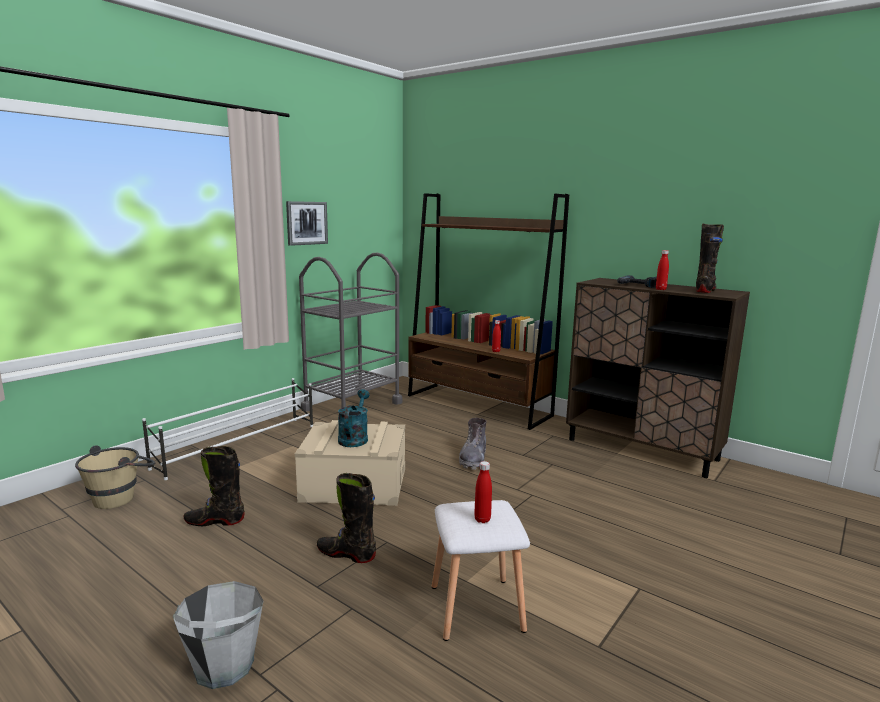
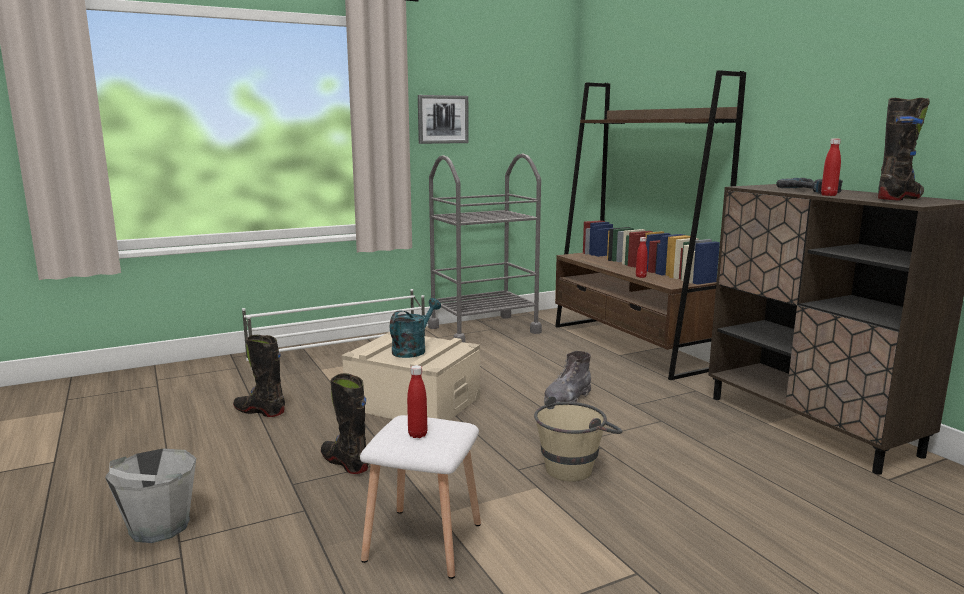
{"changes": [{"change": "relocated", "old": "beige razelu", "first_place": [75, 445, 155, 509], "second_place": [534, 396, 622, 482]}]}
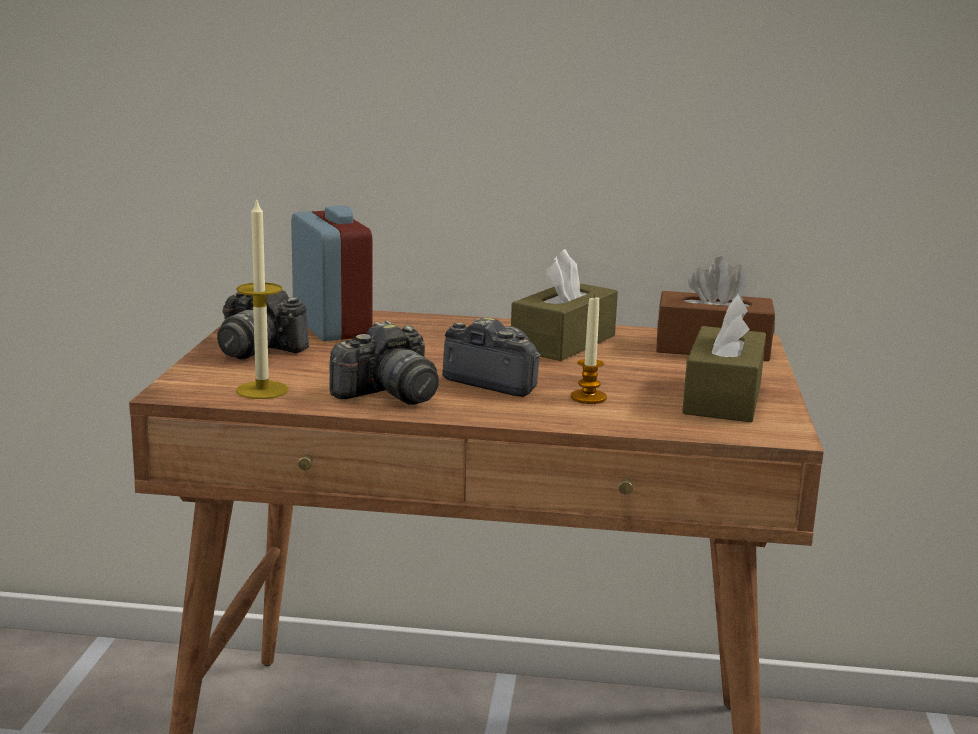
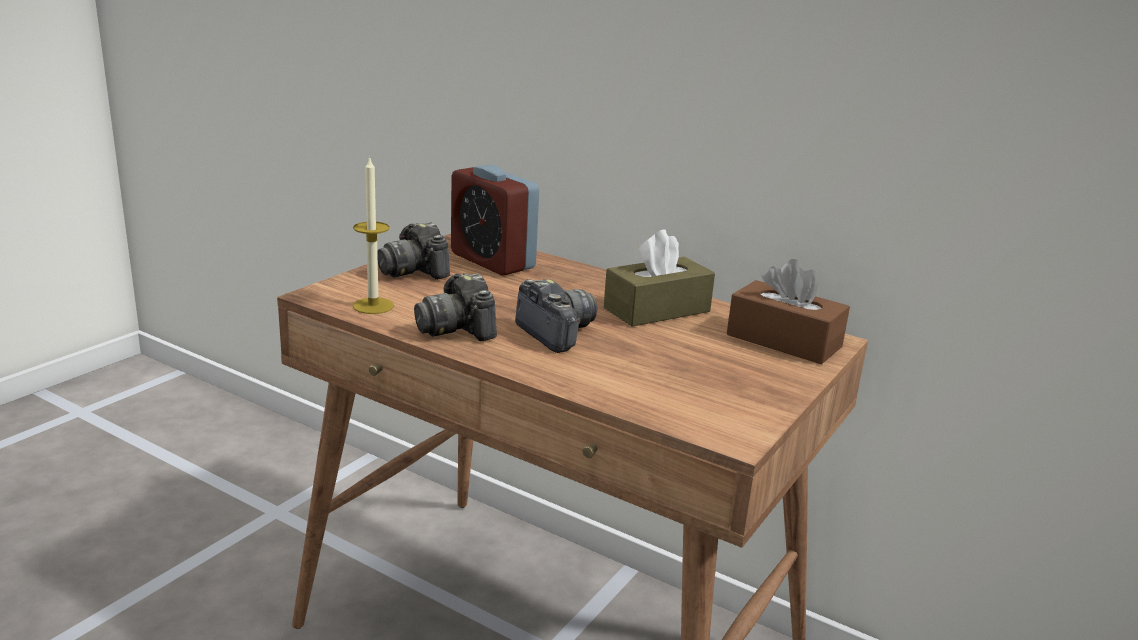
{"changes": [{"change": "spun", "old": "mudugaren", "first_place": [291, 206, 373, 341], "second_place": [451, 165, 539, 276], "degrees": 135}, {"change": "missing", "old": "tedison", "first_place": [571, 294, 607, 404]}, {"change": "missing", "old": "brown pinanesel", "first_place": [682, 294, 766, 422]}, {"change": "spun", "old": "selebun", "first_place": [329, 320, 439, 405], "second_place": [414, 273, 497, 341], "degrees": 75}]}
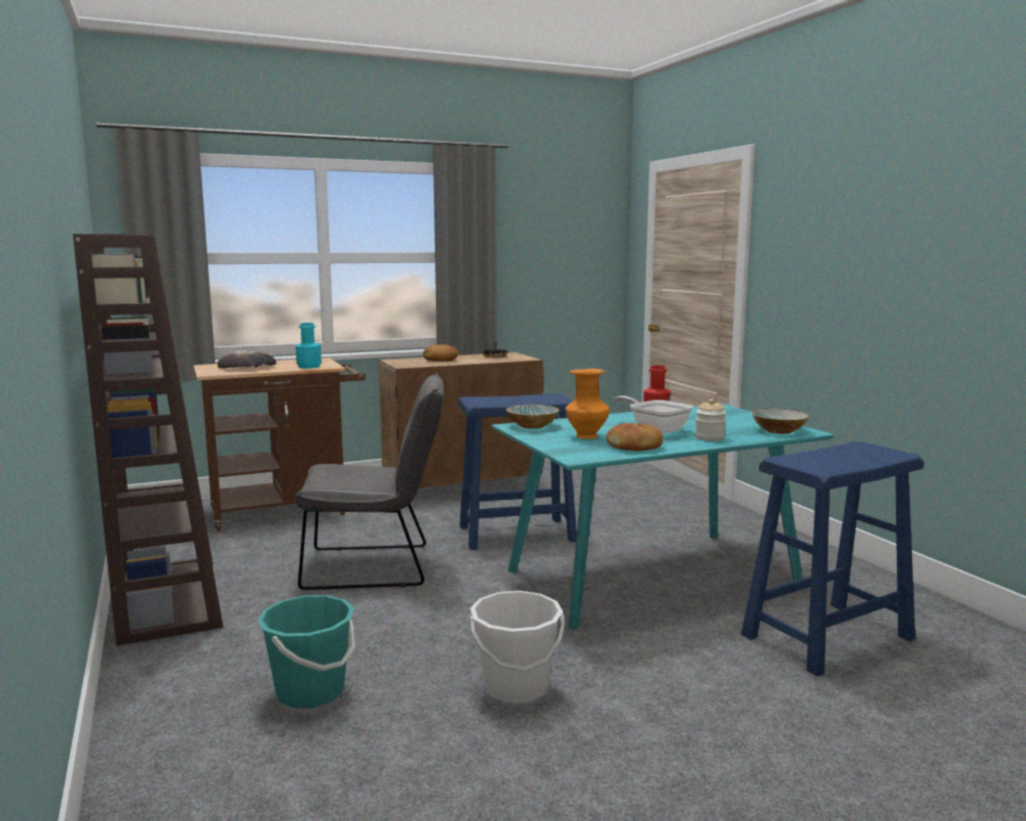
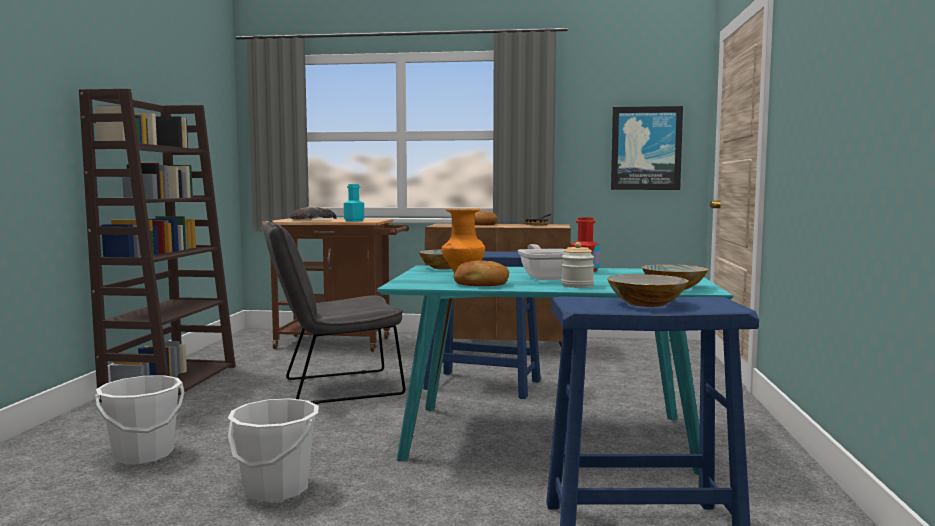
{"changes": [{"change": "spun", "old": "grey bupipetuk", "first_place": [294, 373, 444, 590], "second_place": [263, 221, 405, 404], "degrees": 135}, {"change": "colour", "old": "turquoise razelu", "new": "white razelu", "first_place": [258, 595, 355, 709], "second_place": [95, 375, 185, 465]}, {"change": "appeared", "new": "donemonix", "second_place": [611, 106, 683, 190]}, {"change": "appeared", "new": "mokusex", "second_place": [607, 274, 689, 307]}]}
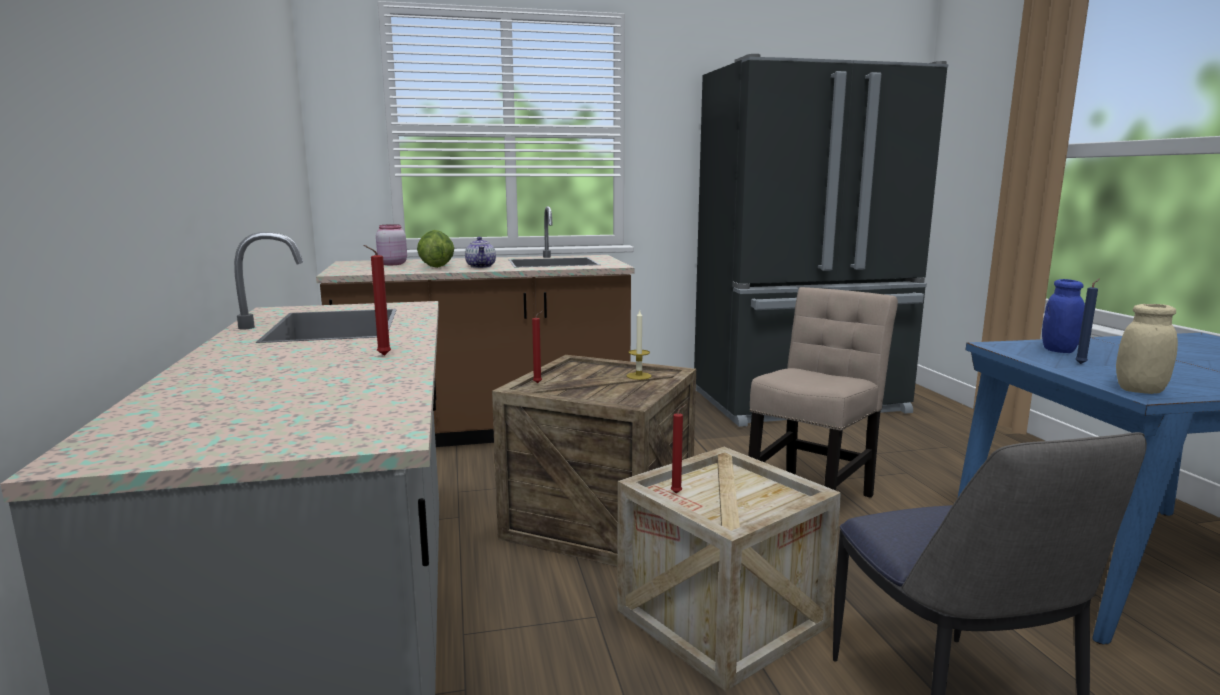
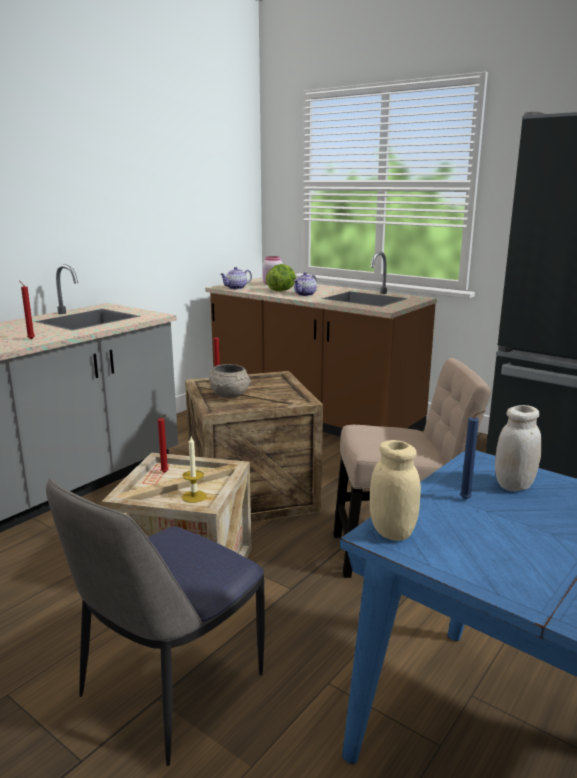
{"changes": [{"change": "colour", "old": "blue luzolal", "new": "white luzolal", "first_place": [1042, 279, 1085, 353], "second_place": [495, 405, 542, 491]}, {"change": "relocated", "old": "tedison", "first_place": [626, 310, 652, 380], "second_place": [182, 437, 207, 503]}, {"change": "appeared", "new": "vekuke", "second_place": [220, 267, 252, 289]}, {"change": "appeared", "new": "grey mokusex", "second_place": [209, 364, 251, 398]}]}
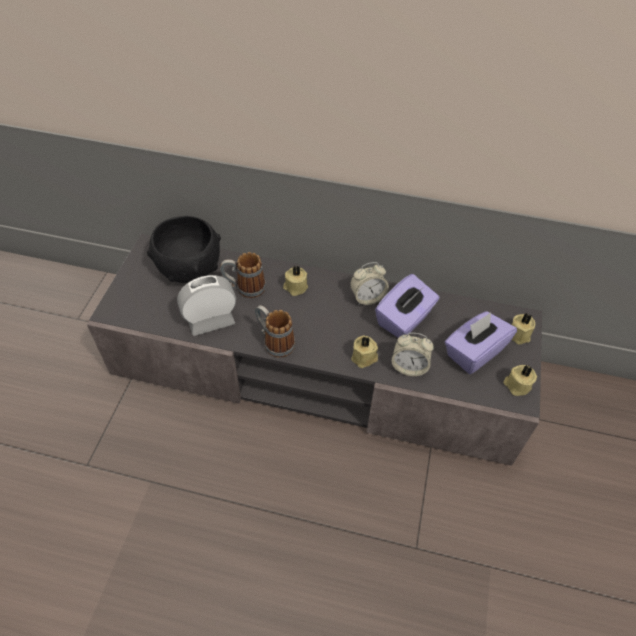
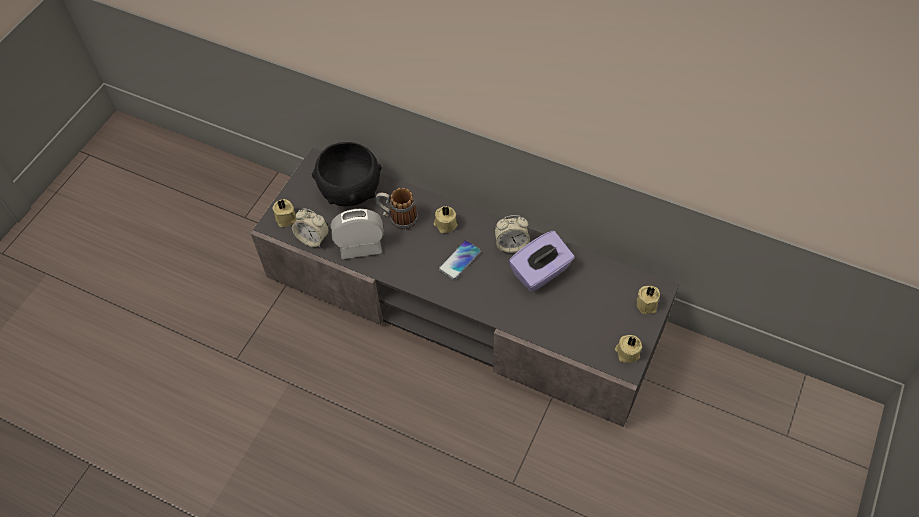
{"changes": [{"change": "missing", "old": "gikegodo", "first_place": [255, 305, 295, 358]}, {"change": "missing", "old": "purple pinanesel", "first_place": [445, 311, 517, 374]}, {"change": "relocated", "old": "mudugaren", "first_place": [392, 333, 434, 376], "second_place": [292, 208, 329, 247]}, {"change": "relocated", "old": "beige tedison", "first_place": [351, 335, 378, 368], "second_place": [272, 199, 297, 227]}, {"change": "appeared", "new": "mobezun", "second_place": [439, 240, 481, 280]}]}
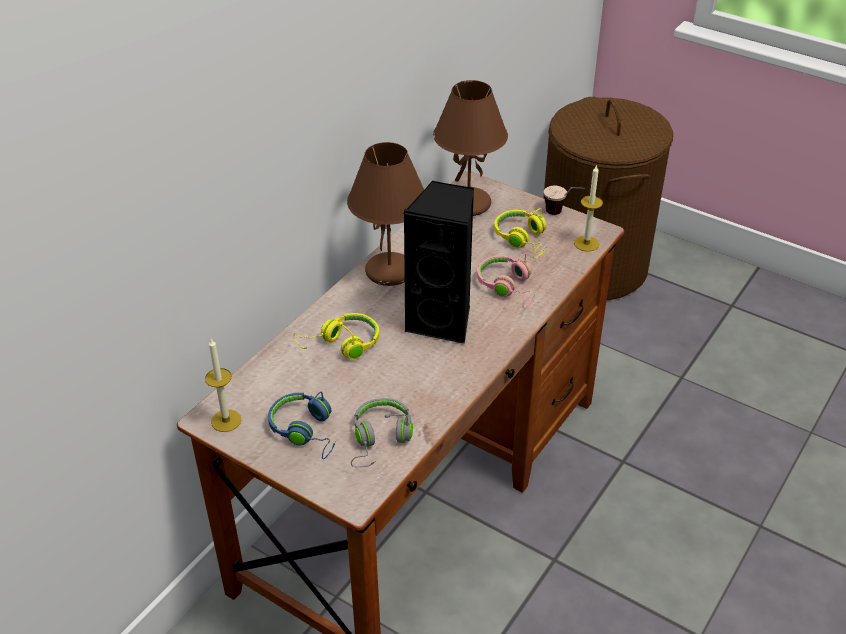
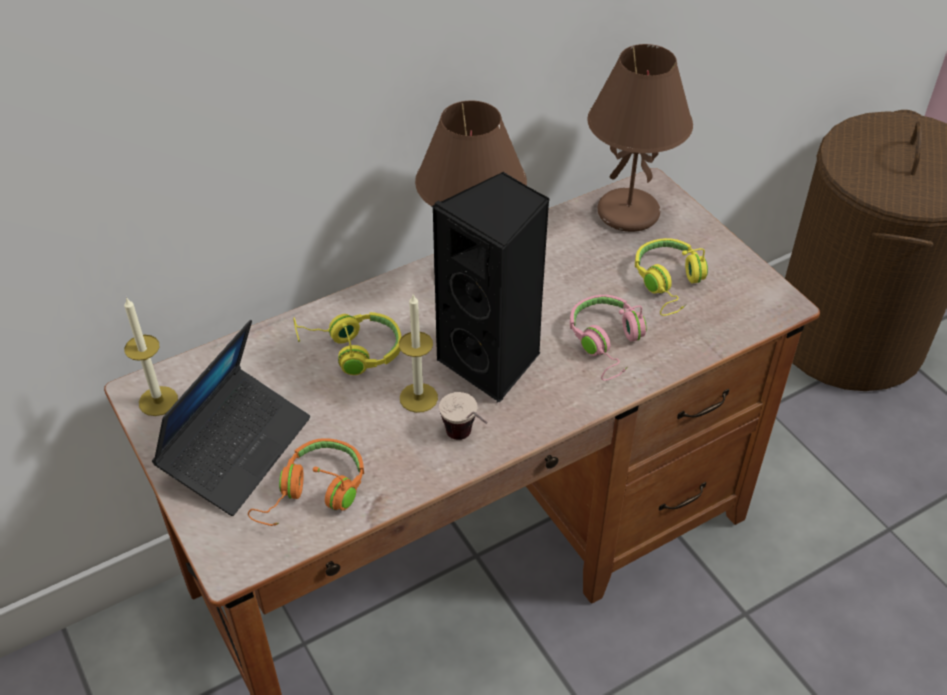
{"changes": [{"change": "relocated", "old": "tedison", "first_place": [574, 164, 603, 252], "second_place": [399, 294, 438, 413]}, {"change": "relocated", "old": "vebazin", "first_place": [544, 186, 585, 215], "second_place": [439, 392, 487, 440]}, {"change": "exchanged", "old": "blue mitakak", "new": "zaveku", "first_place": [268, 391, 336, 459], "second_place": [152, 320, 310, 516]}, {"change": "colour", "old": "grey mitakak", "new": "orange mitakak", "first_place": [351, 398, 413, 467], "second_place": [248, 438, 364, 526]}]}
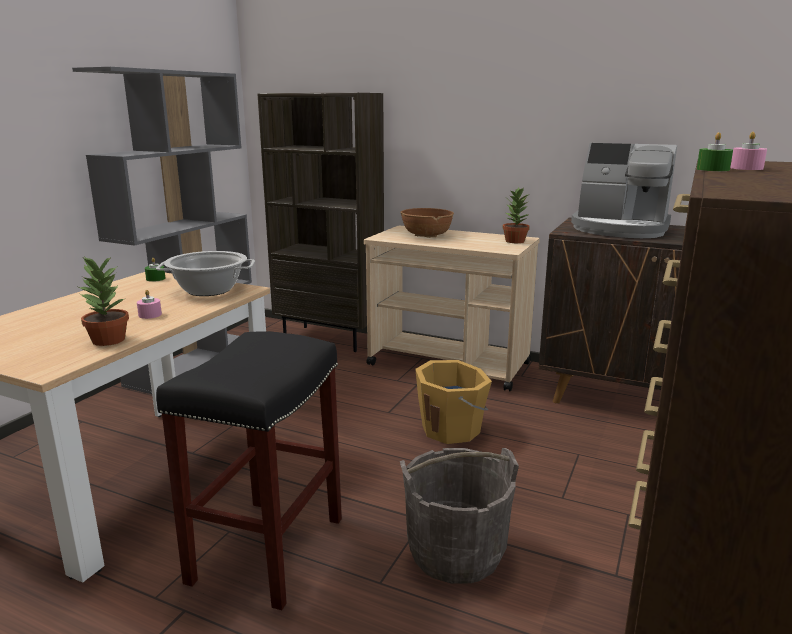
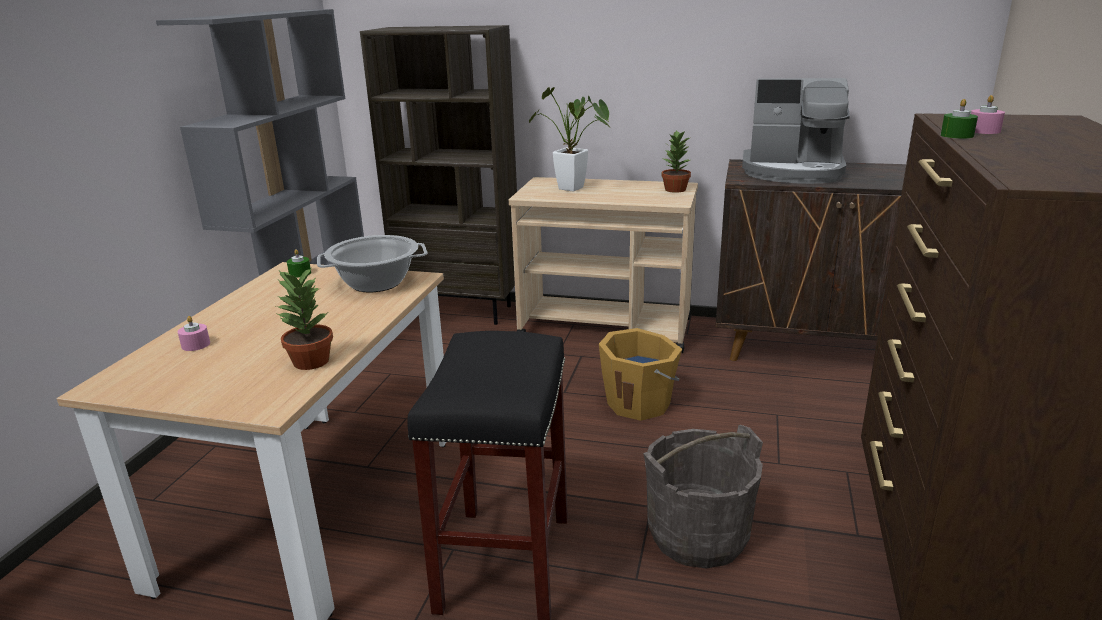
{"changes": [{"change": "exchanged", "old": "brown mokusex", "new": "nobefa", "first_place": [400, 208, 454, 238], "second_place": [529, 87, 610, 192]}, {"change": "relocated", "old": "pink tedison", "first_place": [137, 290, 162, 319], "second_place": [178, 316, 210, 351]}]}
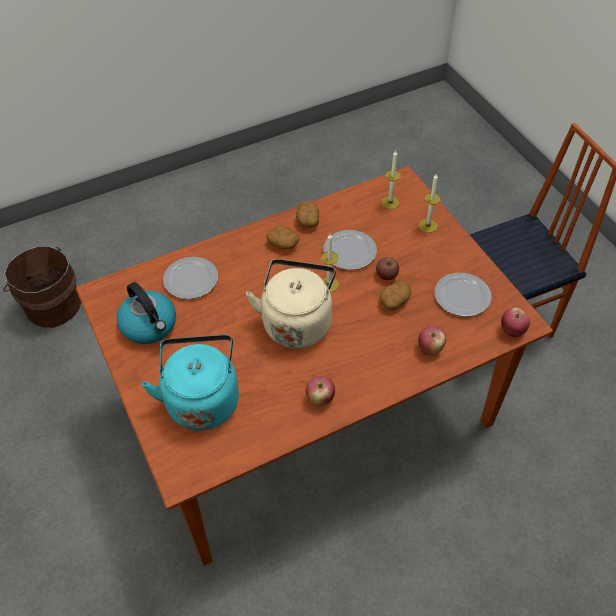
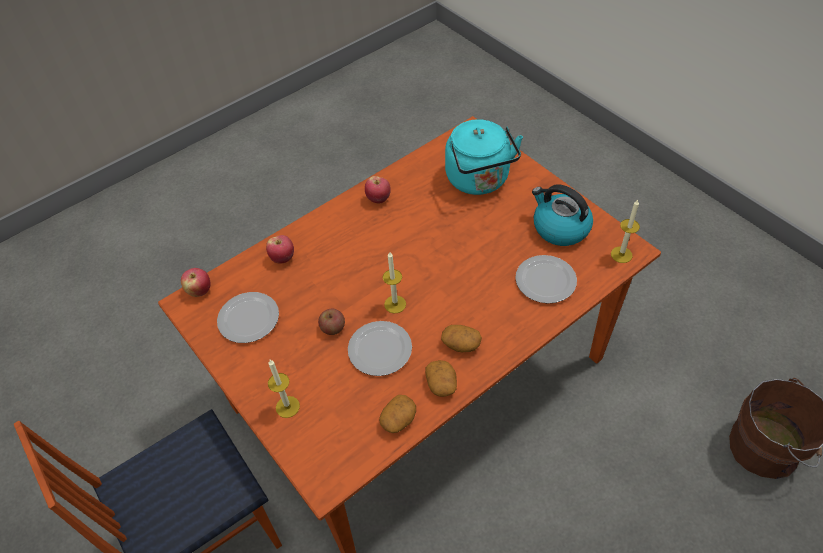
{"changes": [{"change": "relocated", "old": "tedison", "first_place": [381, 150, 401, 209], "second_place": [611, 200, 640, 263]}, {"change": "missing", "old": "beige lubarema", "first_place": [246, 259, 336, 348]}, {"change": "relocated", "old": "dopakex", "first_place": [380, 281, 411, 311], "second_place": [379, 395, 416, 433]}]}
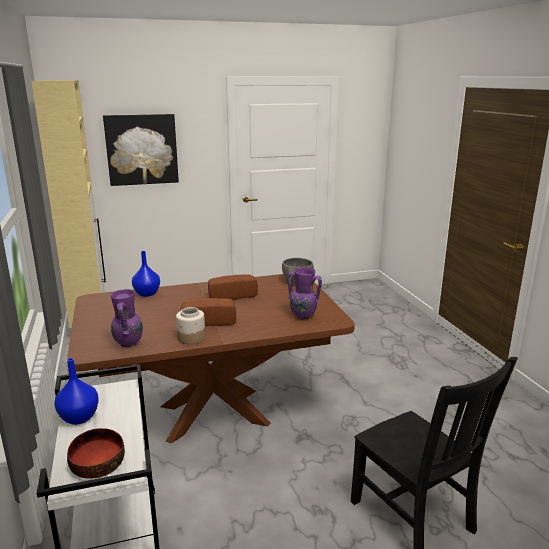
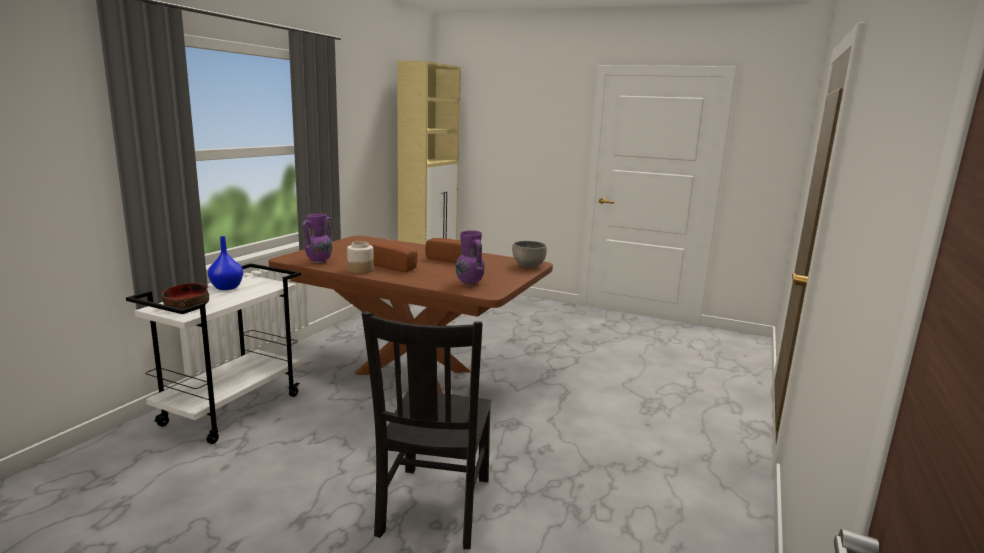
{"changes": [{"change": "missing", "old": "donemonix", "first_place": [103, 114, 179, 186]}, {"change": "missing", "old": "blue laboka", "first_place": [132, 251, 160, 297]}]}
